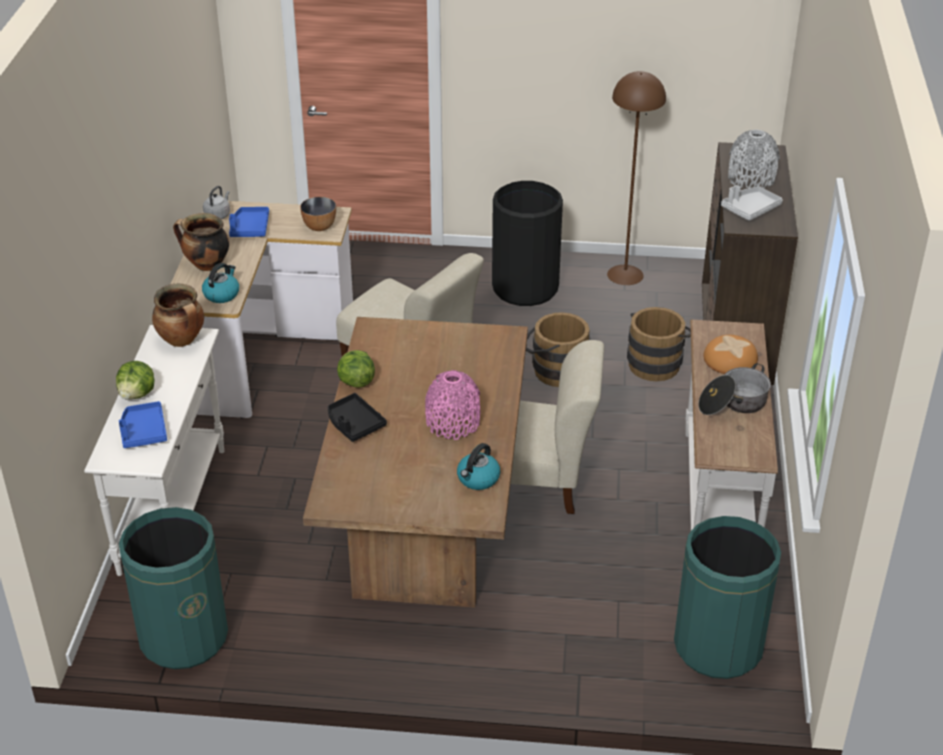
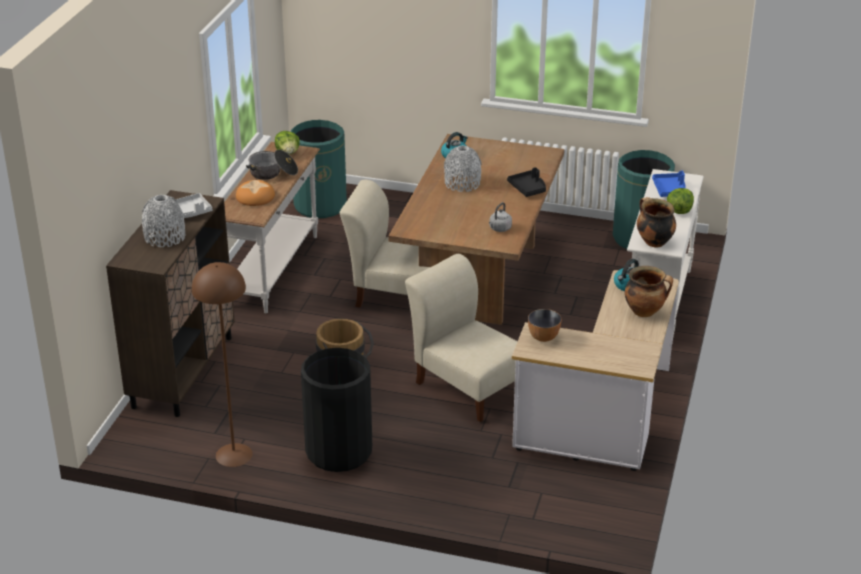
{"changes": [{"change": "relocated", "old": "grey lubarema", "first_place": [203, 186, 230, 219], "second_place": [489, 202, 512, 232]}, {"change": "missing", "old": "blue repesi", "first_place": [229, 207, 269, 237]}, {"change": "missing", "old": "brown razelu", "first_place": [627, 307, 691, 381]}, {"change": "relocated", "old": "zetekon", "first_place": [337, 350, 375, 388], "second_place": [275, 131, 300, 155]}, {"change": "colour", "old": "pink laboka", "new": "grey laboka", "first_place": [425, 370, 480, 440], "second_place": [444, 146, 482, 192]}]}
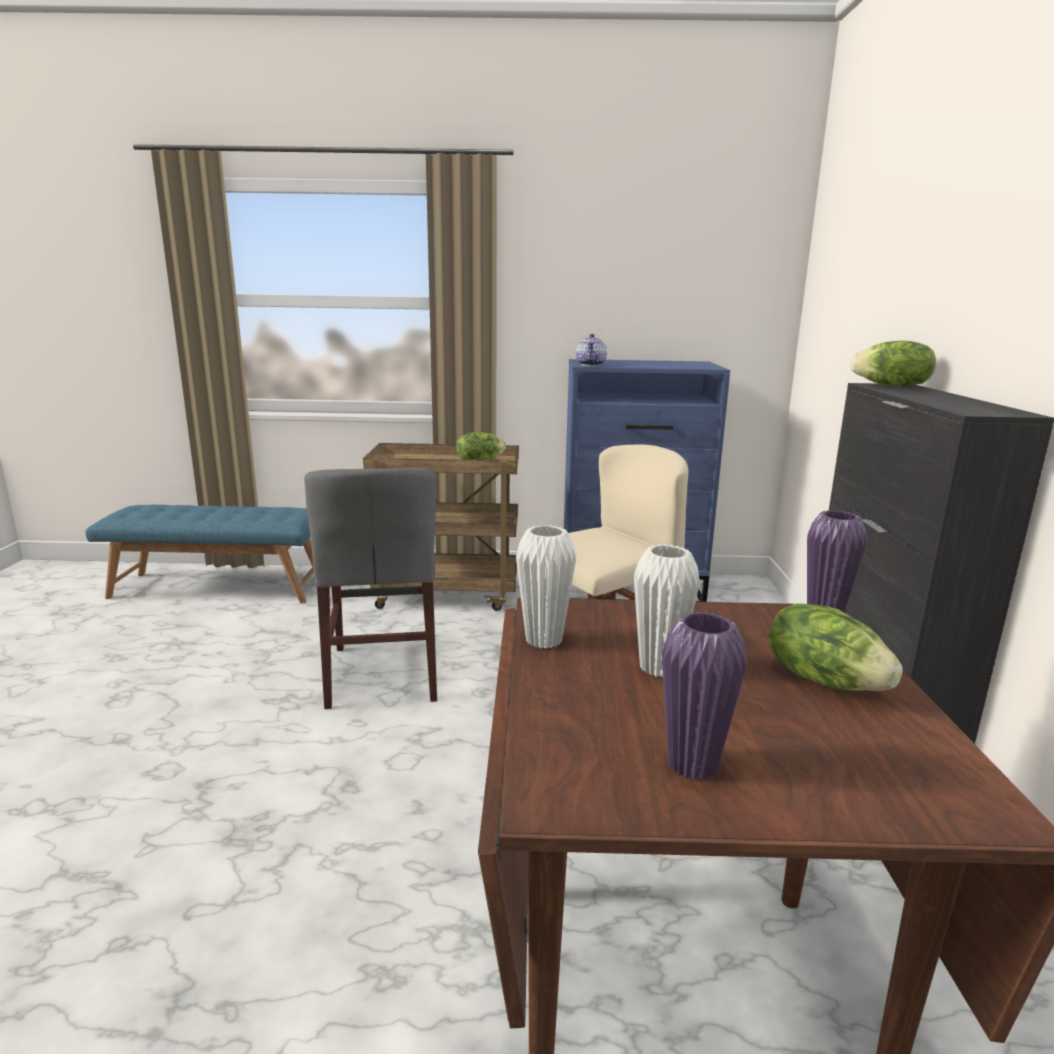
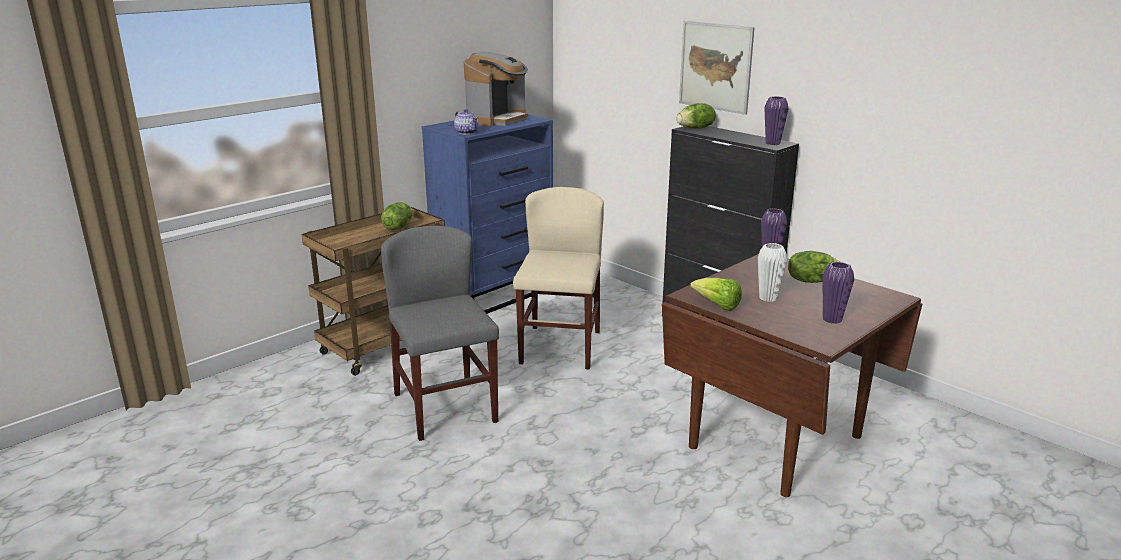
{"changes": [{"change": "spun", "old": "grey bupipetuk", "first_place": [304, 468, 437, 709], "second_place": [381, 226, 499, 441], "degrees": -150}, {"change": "missing", "old": "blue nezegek", "first_place": [85, 505, 314, 604]}, {"change": "exchanged", "old": "white laboka", "new": "zetekon", "first_place": [516, 525, 576, 649], "second_place": [690, 278, 742, 311]}, {"change": "appeared", "new": "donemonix", "second_place": [679, 21, 755, 115]}, {"change": "appeared", "new": "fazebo", "second_place": [464, 52, 528, 127]}, {"change": "appeared", "new": "purple laboka", "second_place": [764, 96, 788, 145]}]}
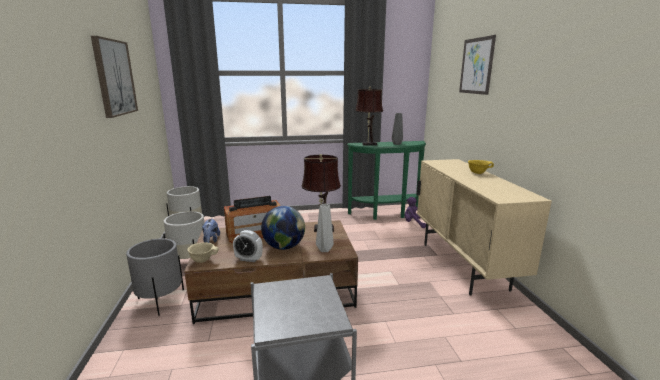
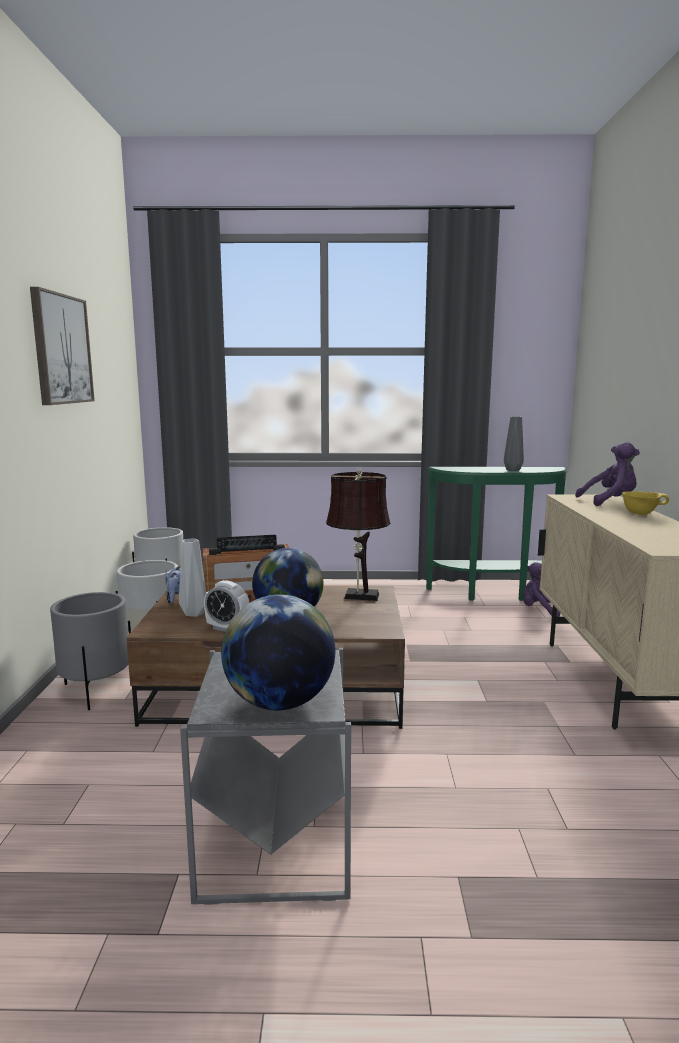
{"changes": [{"change": "missing", "old": "donemonix", "first_place": [459, 35, 496, 95]}, {"change": "missing", "old": "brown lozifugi", "first_place": [355, 87, 383, 146]}, {"change": "relocated", "old": "grey laboka", "first_place": [316, 204, 334, 252], "second_place": [179, 538, 206, 617]}, {"change": "missing", "old": "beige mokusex", "first_place": [187, 242, 219, 263]}, {"change": "appeared", "new": "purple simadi", "second_place": [575, 442, 640, 506]}, {"change": "appeared", "new": "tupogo", "second_place": [221, 594, 335, 710]}]}
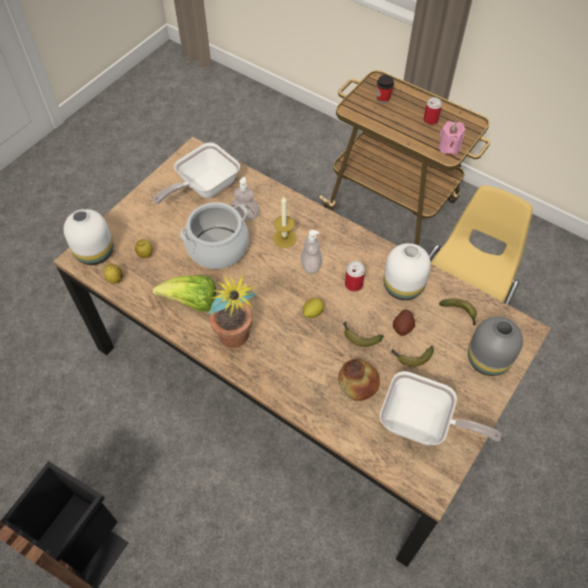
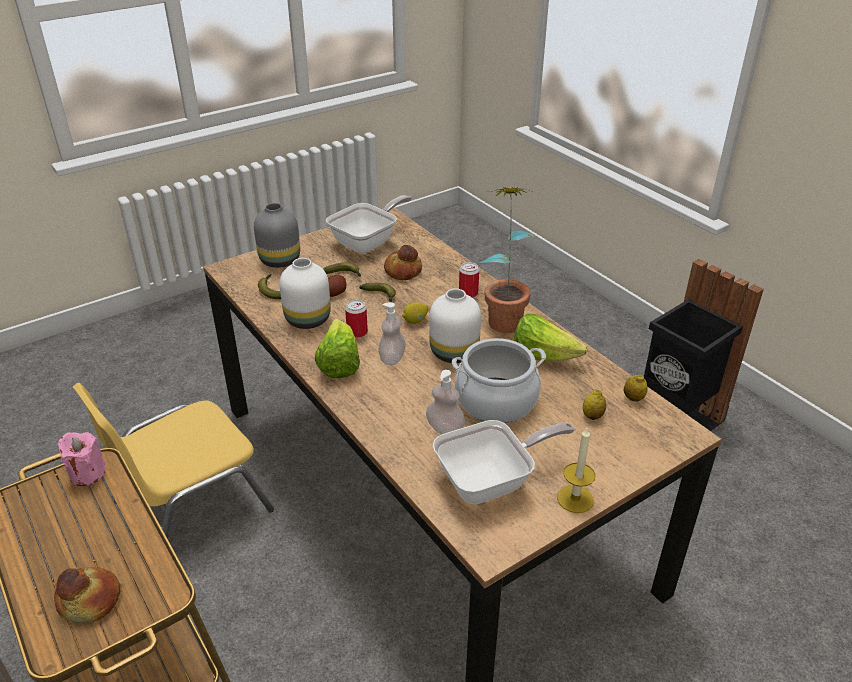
{"changes": [{"change": "exchanged", "old": "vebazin", "new": "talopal", "first_place": [377, 75, 394, 103], "second_place": [54, 567, 120, 623]}, {"change": "relocated", "old": "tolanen", "first_place": [423, 97, 442, 125], "second_place": [459, 262, 479, 298]}, {"change": "relocated", "old": "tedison", "first_place": [273, 196, 296, 248], "second_place": [557, 428, 595, 513]}, {"change": "relocated", "old": "white laboka", "first_place": [64, 209, 113, 265], "second_place": [429, 289, 481, 363]}, {"change": "spun", "old": "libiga", "first_place": [380, 371, 501, 445], "second_place": [326, 195, 412, 253], "degrees": 90}, {"change": "appeared", "new": "zetekon", "second_place": [315, 319, 360, 378]}]}
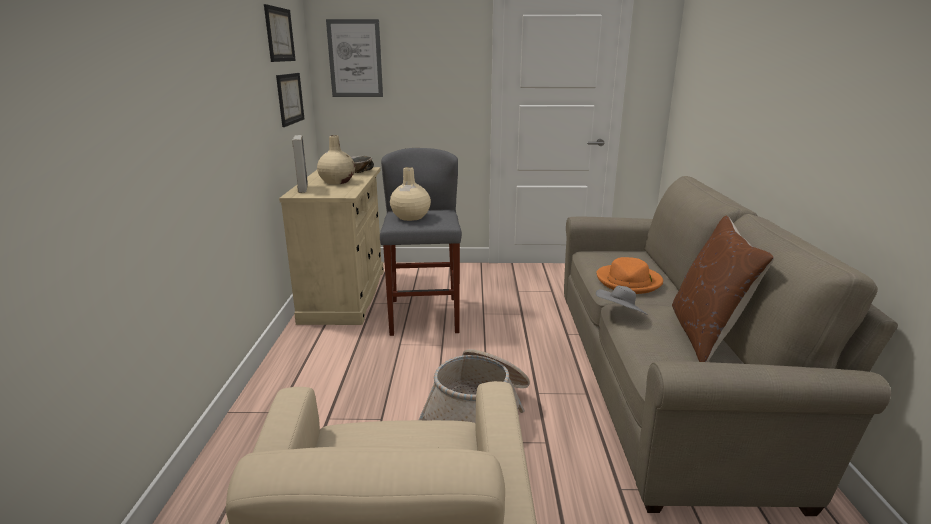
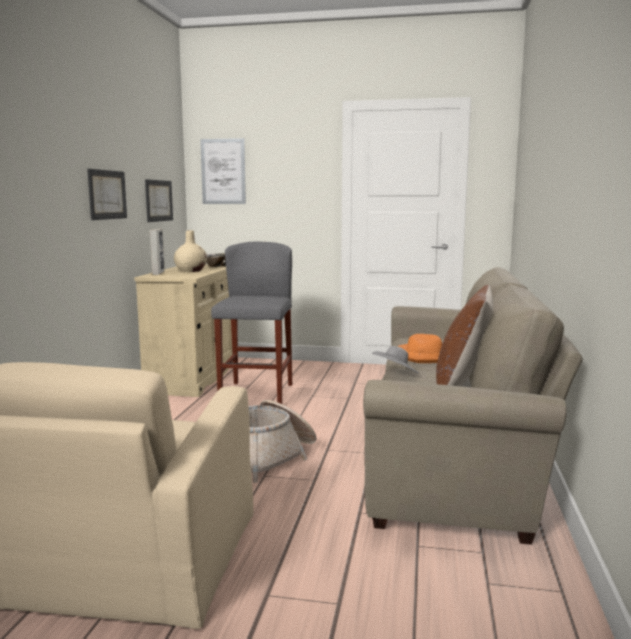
{"changes": [{"change": "relocated", "old": "donemonix", "first_place": [264, 4, 296, 62], "second_place": [87, 169, 127, 220]}, {"change": "missing", "old": "beige laboka", "first_place": [390, 167, 431, 221]}]}
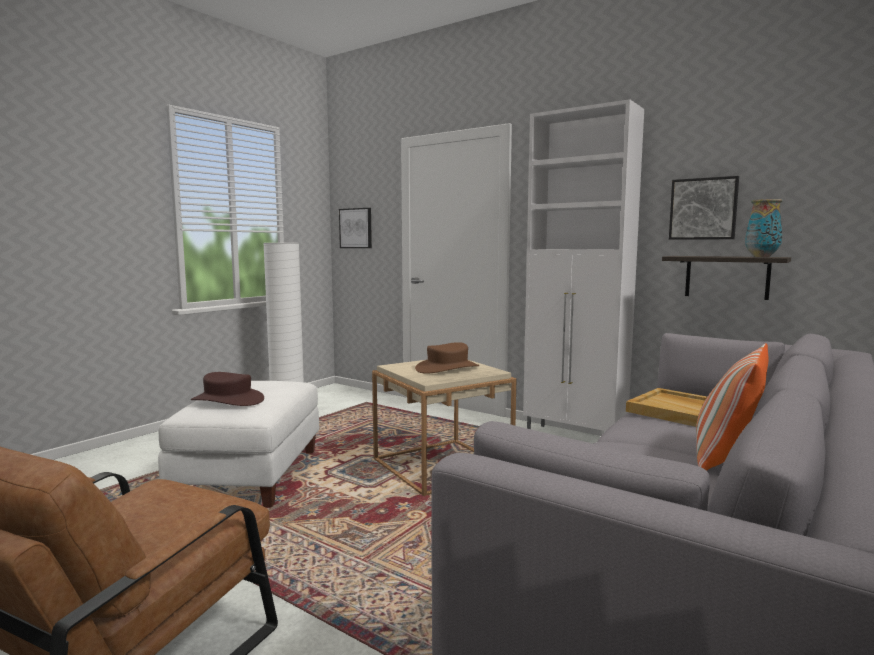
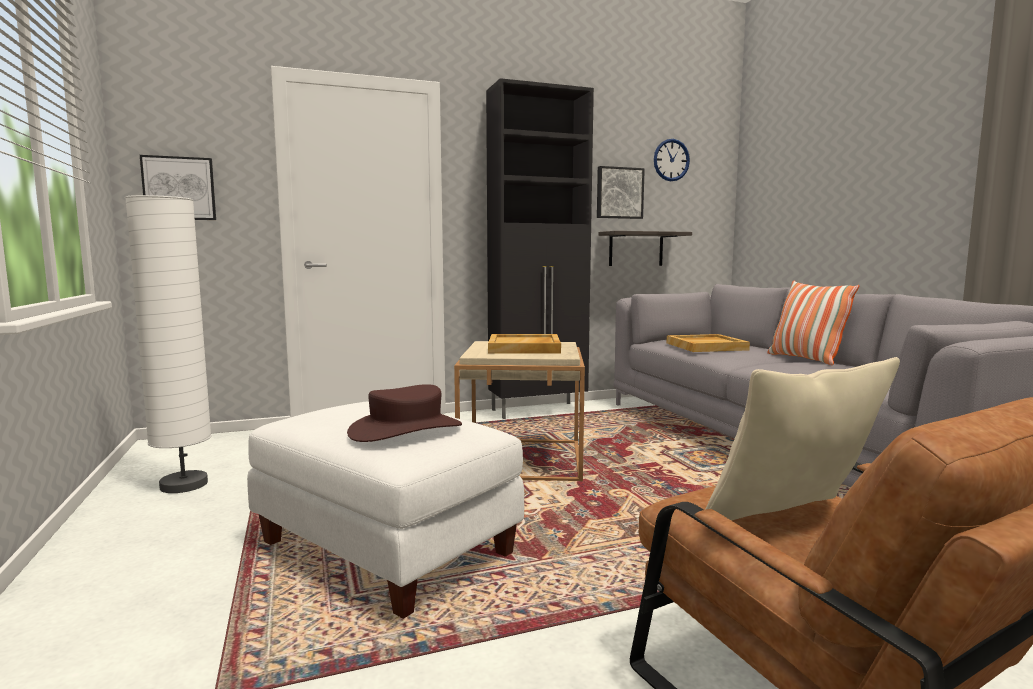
{"changes": [{"change": "colour", "old": "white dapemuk", "new": "black dapemuk", "first_place": [523, 99, 644, 431], "second_place": [486, 78, 594, 419]}, {"change": "missing", "old": "laboka", "first_place": [745, 199, 783, 257]}, {"change": "exchanged", "old": "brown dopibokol", "new": "beige repesi", "first_place": [415, 342, 479, 374], "second_place": [488, 334, 561, 354]}, {"change": "appeared", "new": "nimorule", "second_place": [654, 139, 690, 181]}, {"change": "appeared", "new": "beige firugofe", "second_place": [705, 357, 900, 521]}]}
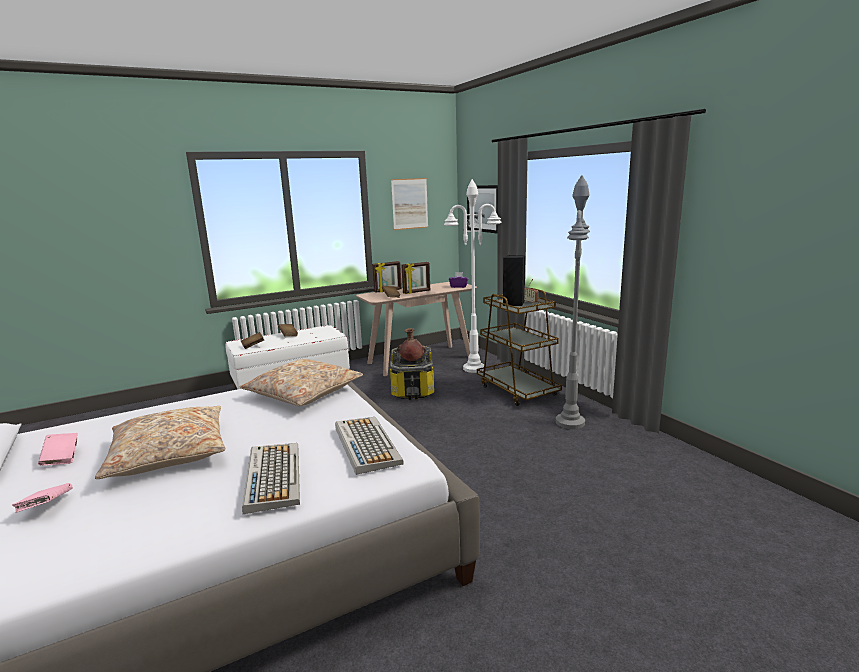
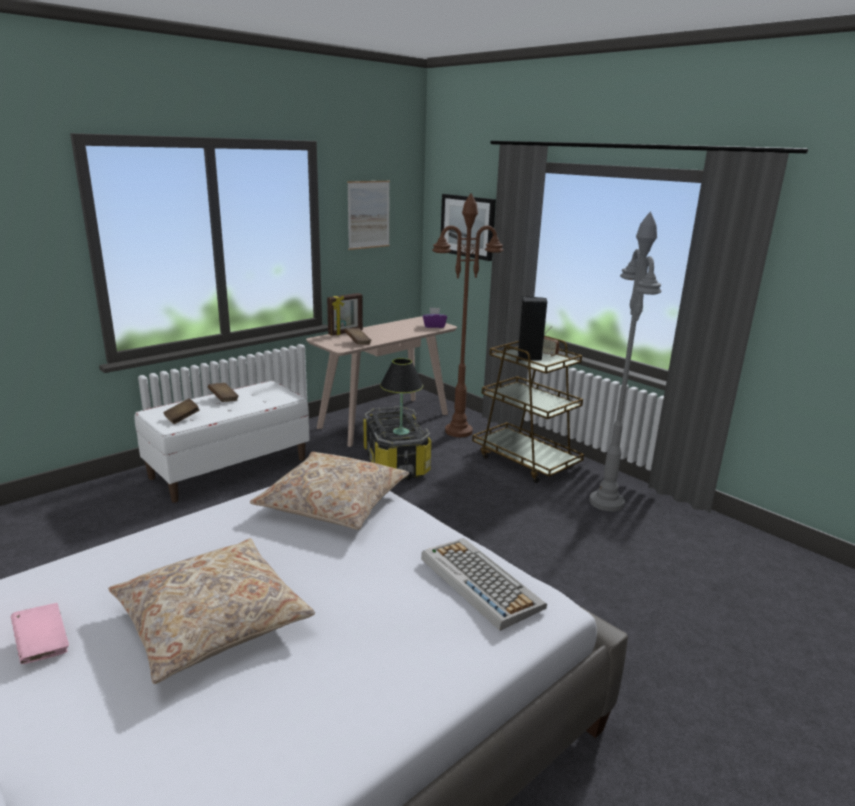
{"changes": [{"change": "colour", "old": "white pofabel", "new": "brown pofabel", "first_place": [444, 179, 502, 373], "second_place": [432, 193, 504, 437]}, {"change": "missing", "old": "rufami", "first_place": [401, 262, 430, 294]}, {"change": "exchanged", "old": "brown laboka", "new": "black lozifugi", "first_place": [397, 328, 426, 362], "second_place": [380, 358, 423, 435]}, {"change": "missing", "old": "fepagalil", "first_place": [242, 443, 300, 514]}, {"change": "missing", "old": "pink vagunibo", "first_place": [12, 483, 73, 513]}]}
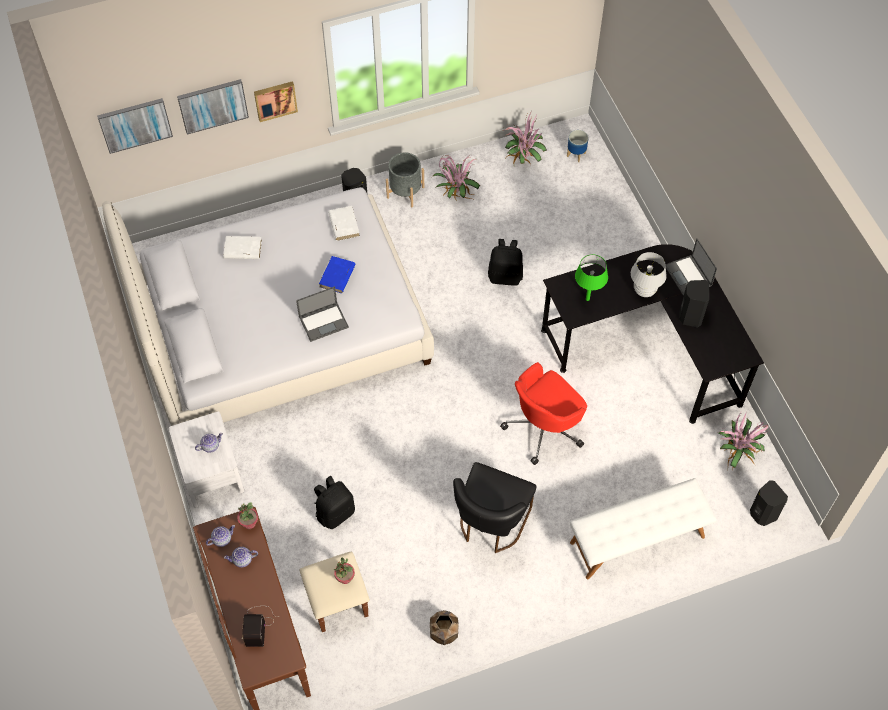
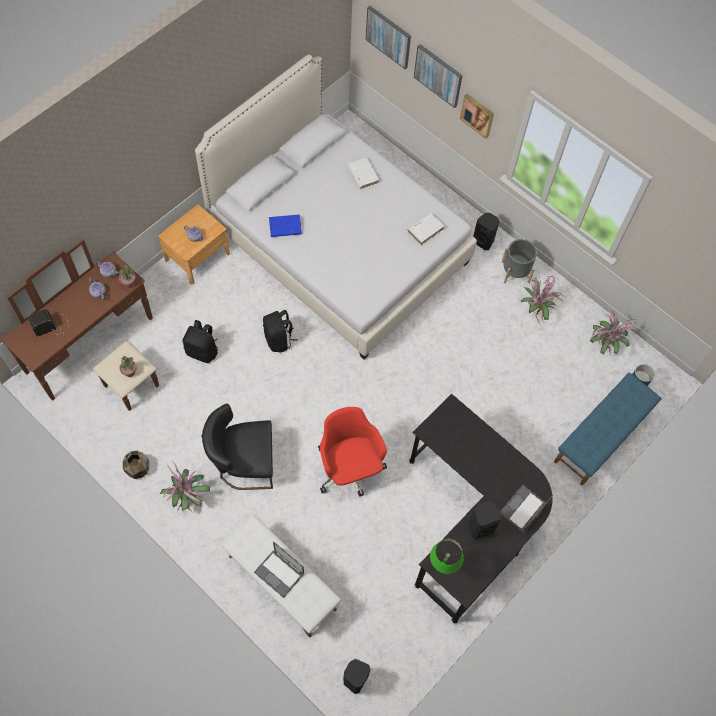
{"changes": [{"change": "relocated", "old": "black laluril", "first_place": [488, 239, 523, 286], "second_place": [263, 310, 298, 353]}, {"change": "missing", "old": "white lozifugi", "first_place": [631, 252, 667, 297]}, {"change": "relocated", "old": "green lozifugi", "first_place": [575, 254, 608, 301], "second_place": [430, 539, 463, 574]}, {"change": "relocated", "old": "blue vagunibo", "first_place": [319, 256, 356, 293], "second_place": [269, 214, 302, 237]}, {"change": "relocated", "old": "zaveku", "first_place": [296, 286, 349, 342], "second_place": [254, 541, 304, 598]}, {"change": "spun", "old": "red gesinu", "first_place": [500, 362, 587, 465], "second_place": [318, 407, 387, 497], "degrees": 45}, {"change": "colour", "old": "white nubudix", "new": "brown nubudix", "first_place": [169, 411, 244, 508], "second_place": [159, 205, 230, 284]}, {"change": "relocated", "old": "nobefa", "first_place": [719, 412, 769, 469], "second_place": [160, 463, 210, 512]}, {"change": "appeared", "new": "blue nezegek", "second_place": [554, 373, 662, 485]}]}
